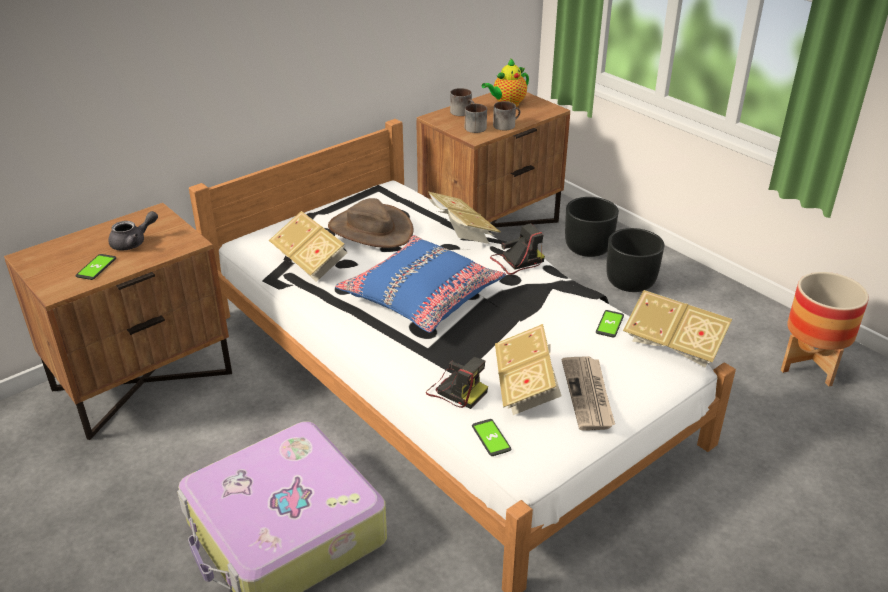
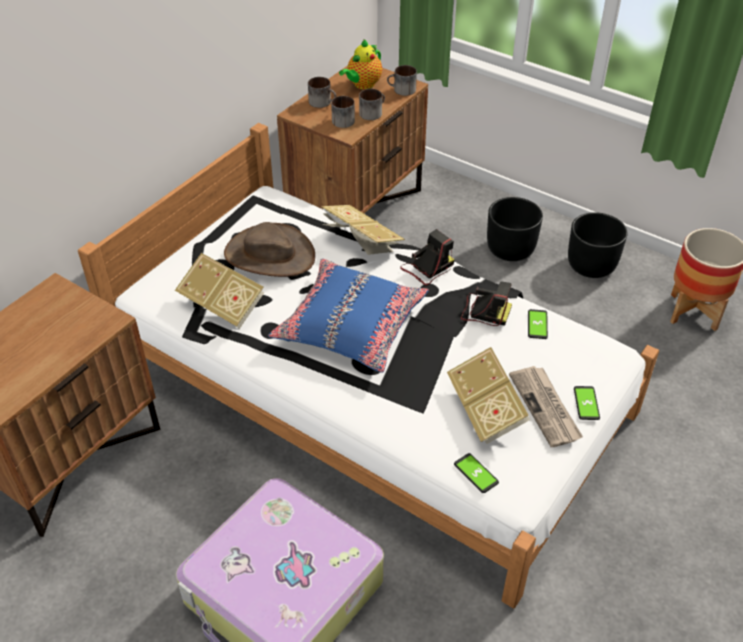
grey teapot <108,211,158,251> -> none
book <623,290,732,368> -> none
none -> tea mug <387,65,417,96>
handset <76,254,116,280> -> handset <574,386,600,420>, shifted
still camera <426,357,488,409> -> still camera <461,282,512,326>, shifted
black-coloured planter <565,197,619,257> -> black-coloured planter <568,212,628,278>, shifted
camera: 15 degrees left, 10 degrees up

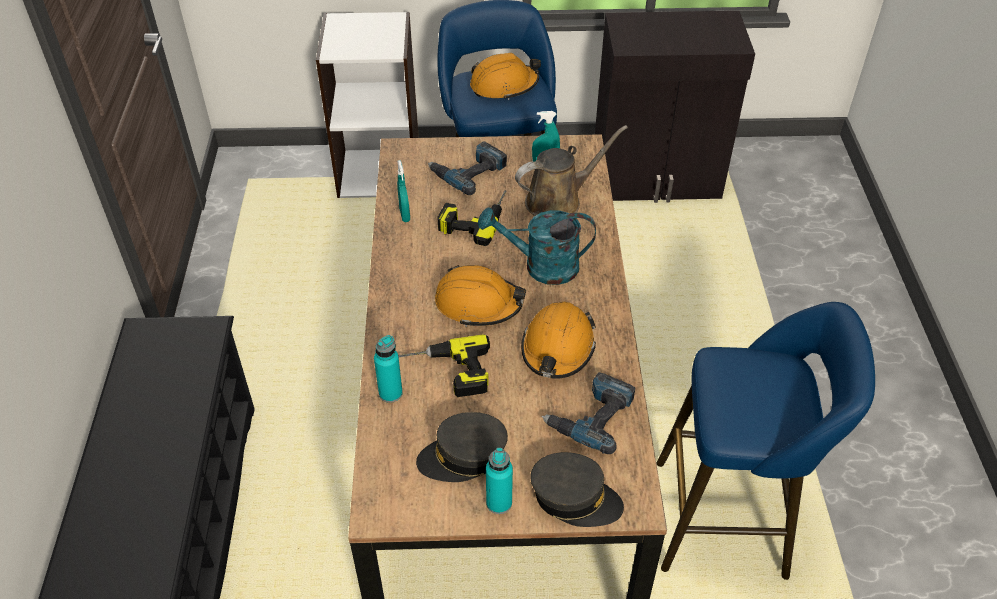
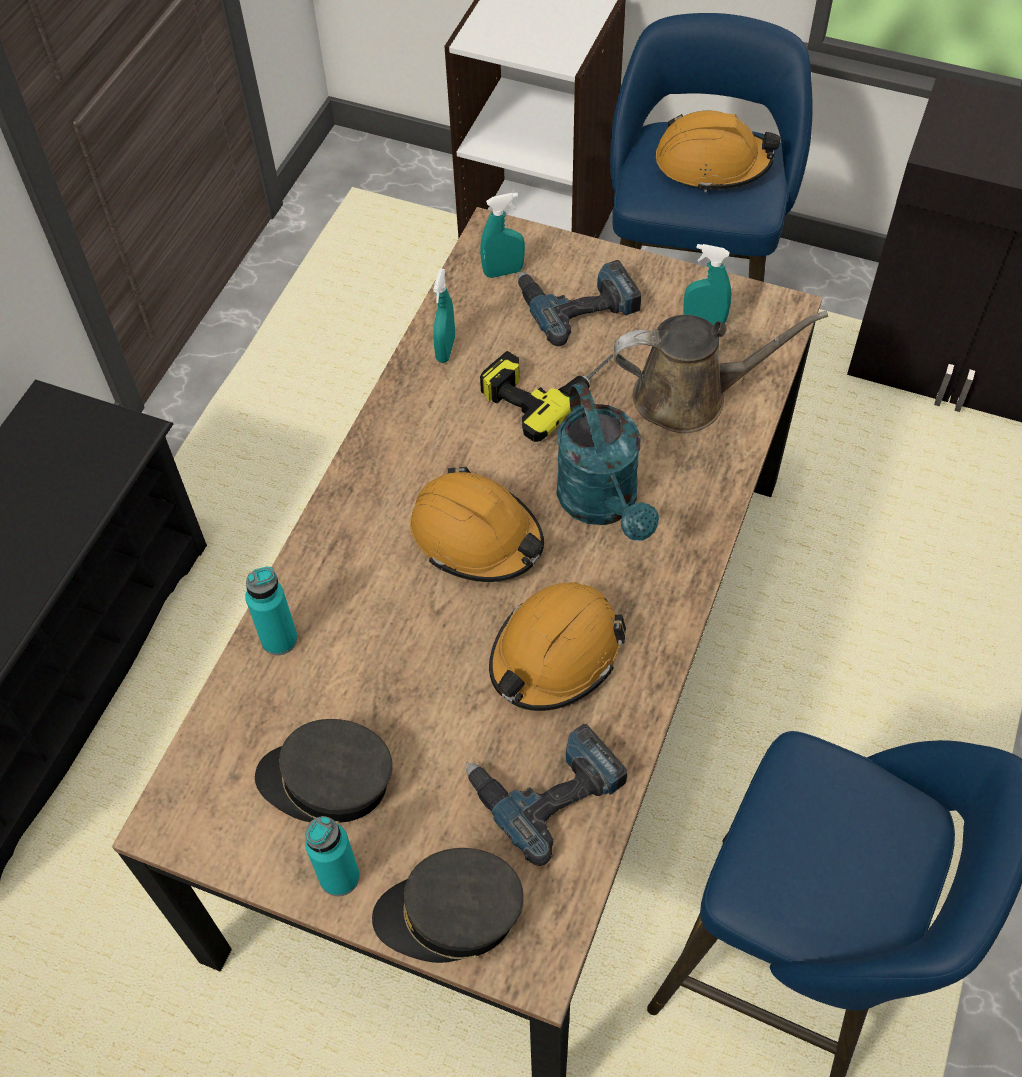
drill <398,334,490,397> -> none
none -> blue-green sprayer <480,193,525,278>
blue-green sprinkling can <478,207,596,285> -> blue-green sprinkling can <556,382,659,541>, 135 degrees counterclockwise
grey peaked cap <531,452,624,527> -> grey peaked cap <372,848,524,963>, 135 degrees clockwise
camera: 25 degrees right, 10 degrees up

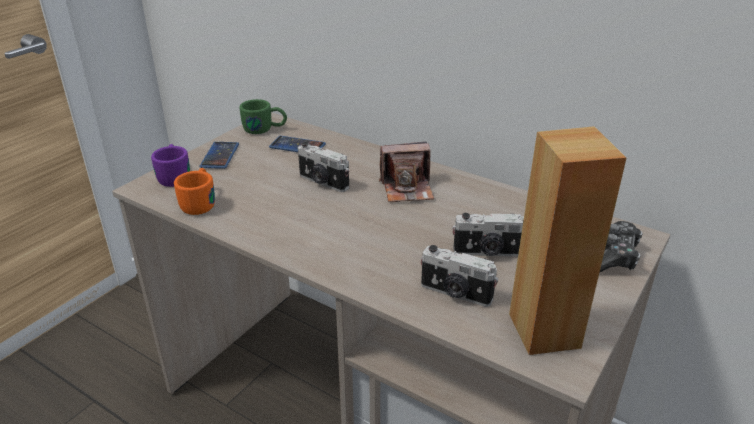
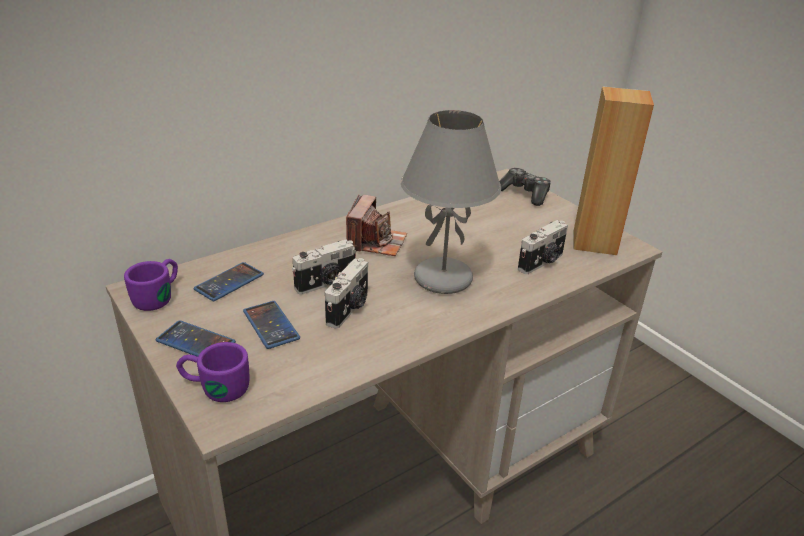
orange-coloured tea mug <174,168,215,215> -> none
none -> handset <243,301,300,349>
none -> grey table lamp <401,110,501,294>
still camera <452,213,524,257> -> still camera <325,258,368,329>, shifted
green-coloured tea mug <239,99,287,134> -> purple-coloured tea mug <124,259,178,311>
camera: 70 degrees left, 0 degrees up

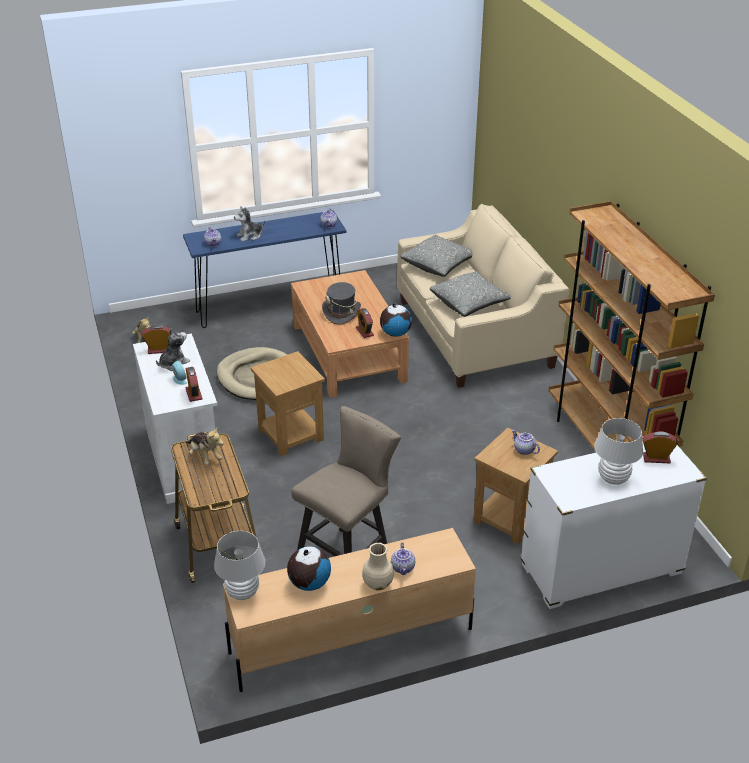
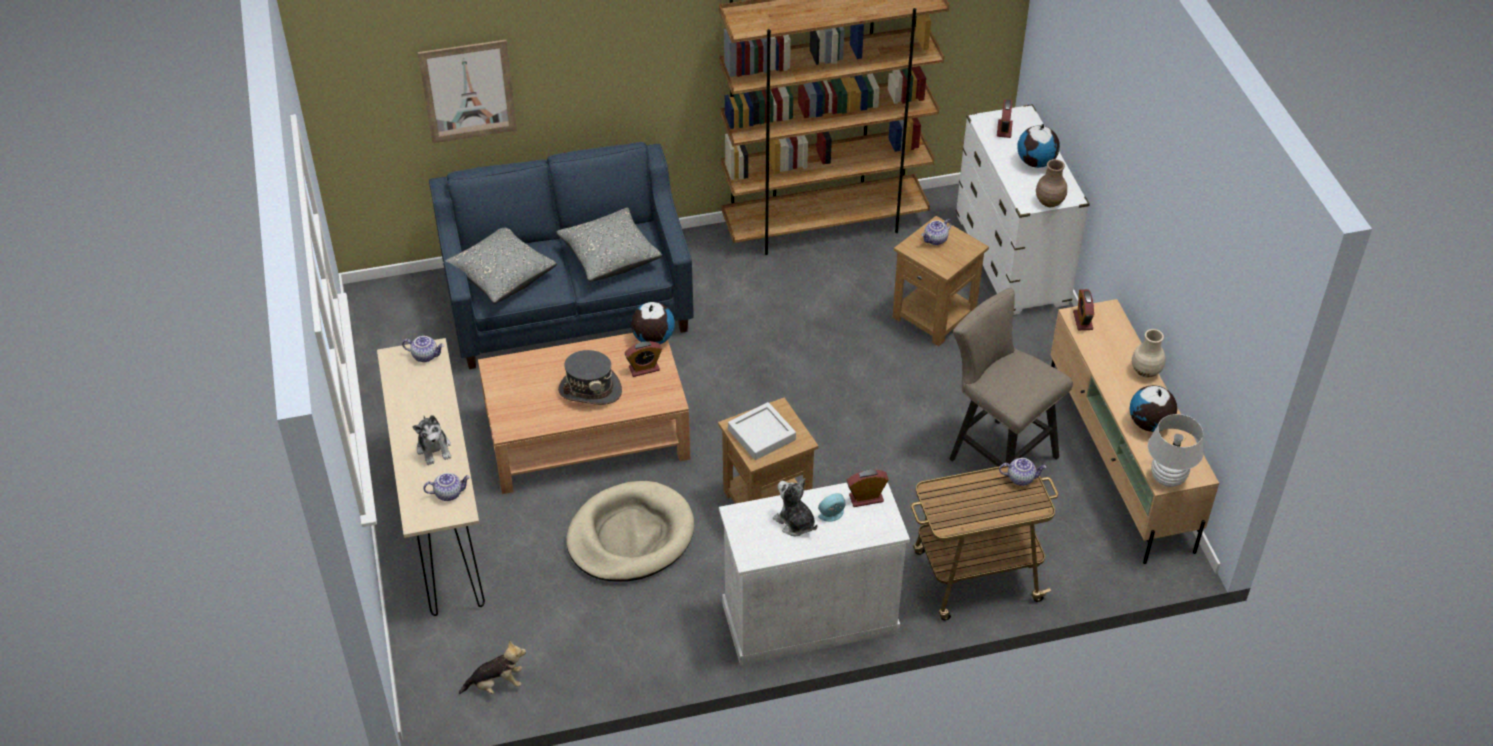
cuddly toy <186,428,224,465> -> none
none -> wall picture <418,40,517,143>
none -> grey carrying tray <728,402,796,460>
none -> brownish decorative vase <1036,159,1067,207>
bedside clock <142,325,170,354> -> bedside clock <1073,289,1094,330>, shifted
teapot <391,542,415,575> -> teapot <999,458,1046,486>, shifted
white table lamp <594,418,643,485> -> globe <1017,124,1060,168>
blue-coloured hall table <183,211,346,328> -> beige-coloured hall table <377,338,485,616>
beige-coloured couch <397,204,570,388> -> blue-coloured couch <429,142,694,369>
camera: 85 degrees left, 10 degrees up

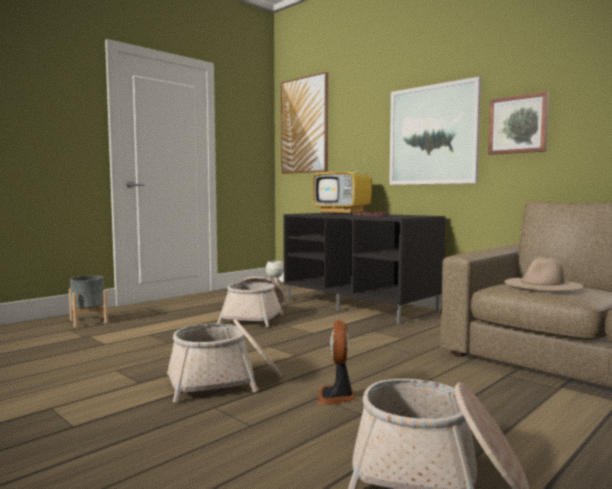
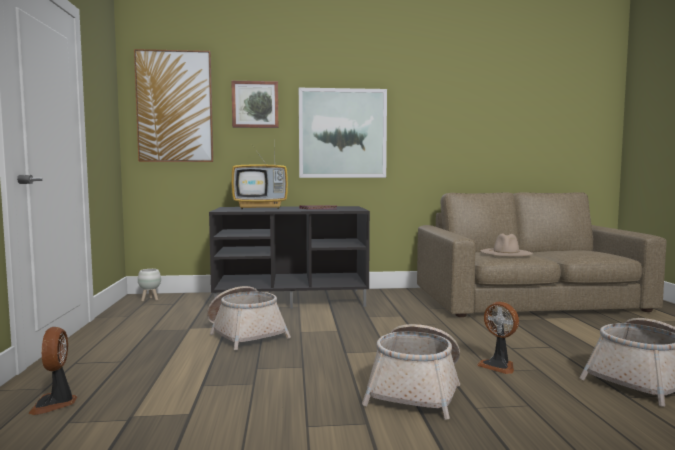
wall picture <488,92,549,155> -> wall picture <231,81,278,128>, shifted
grey planter <69,276,108,327> -> electric fan <28,327,77,415>
camera: 50 degrees left, 0 degrees up

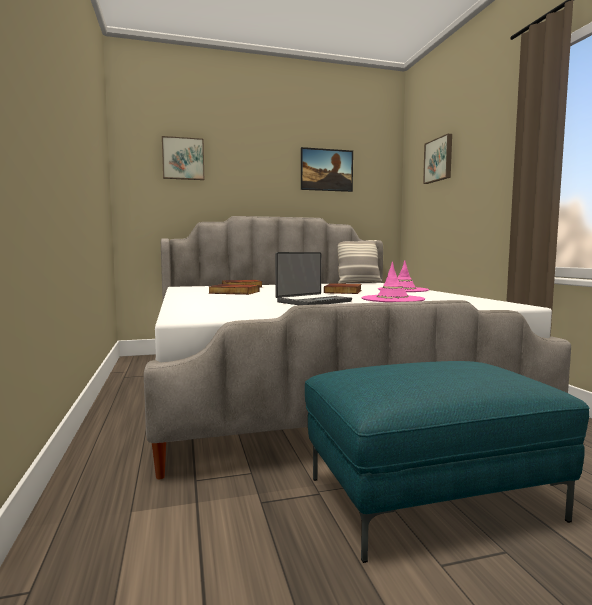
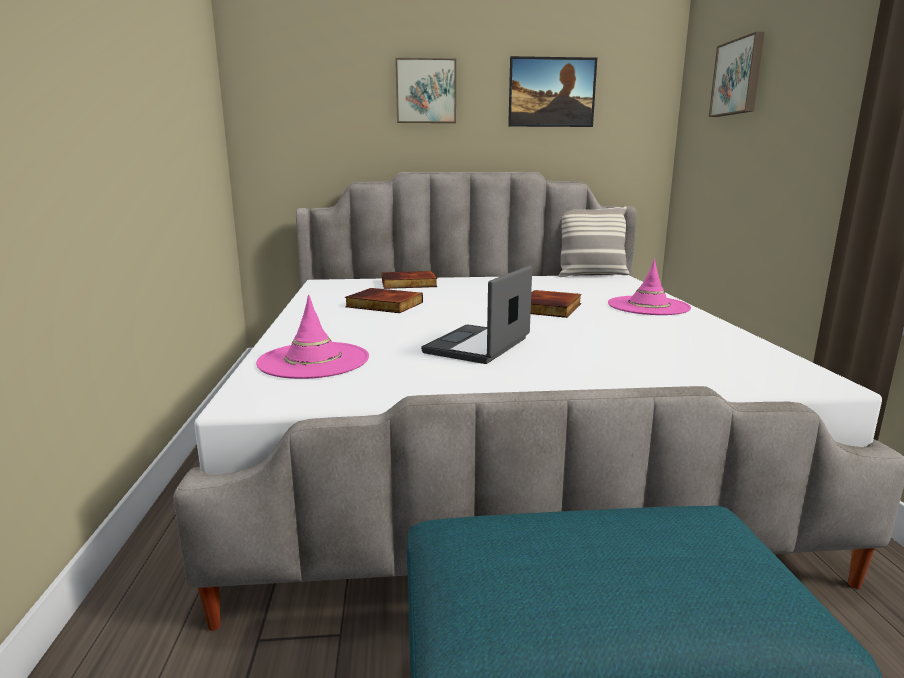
wall picture <162,136,204,180> -> wall picture <395,58,456,123>, shifted
pink-coloured hat <362,262,425,302> -> pink-coloured hat <256,295,369,379>, shifted
notebook computer <275,252,352,305> -> notebook computer <421,266,532,364>, 150 degrees clockwise
camera: 10 degrees right, 10 degrees up

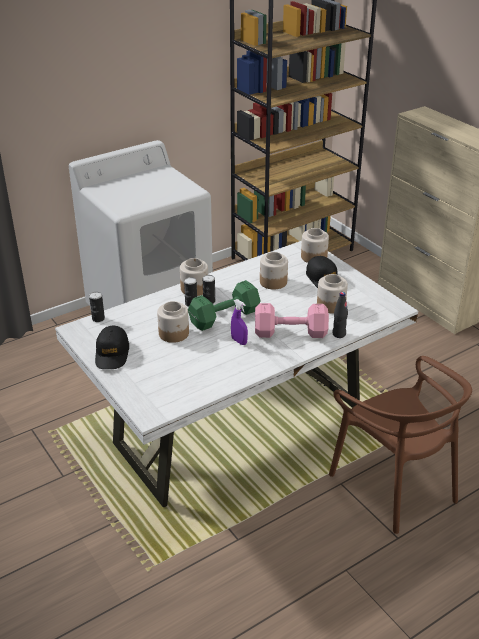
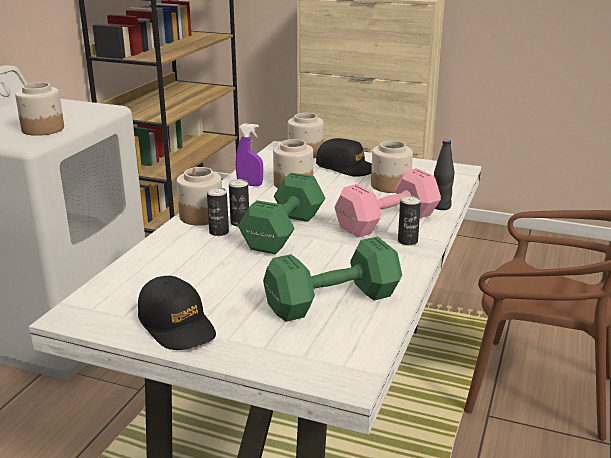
none -> green-coloured hand weight <263,237,402,322>
can <89,292,105,322> -> can <398,195,421,245>, shifted
storage jar <157,301,189,343> -> storage jar <15,82,64,136>, shifted
purple-coloured sprayer <231,299,248,345> -> purple-coloured sprayer <236,123,263,186>, shifted
camera: 35 degrees left, 10 degrees down

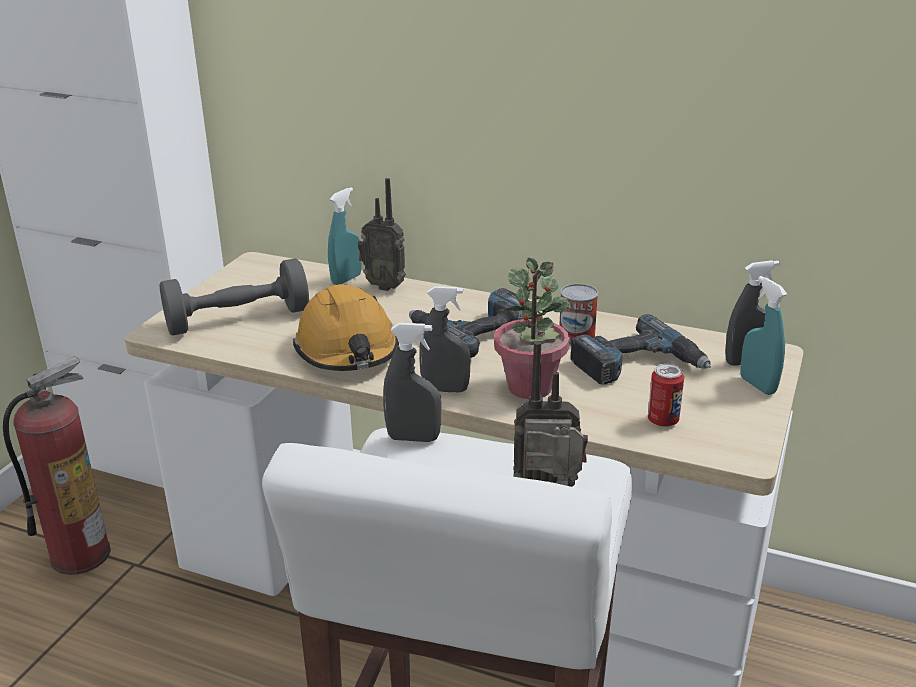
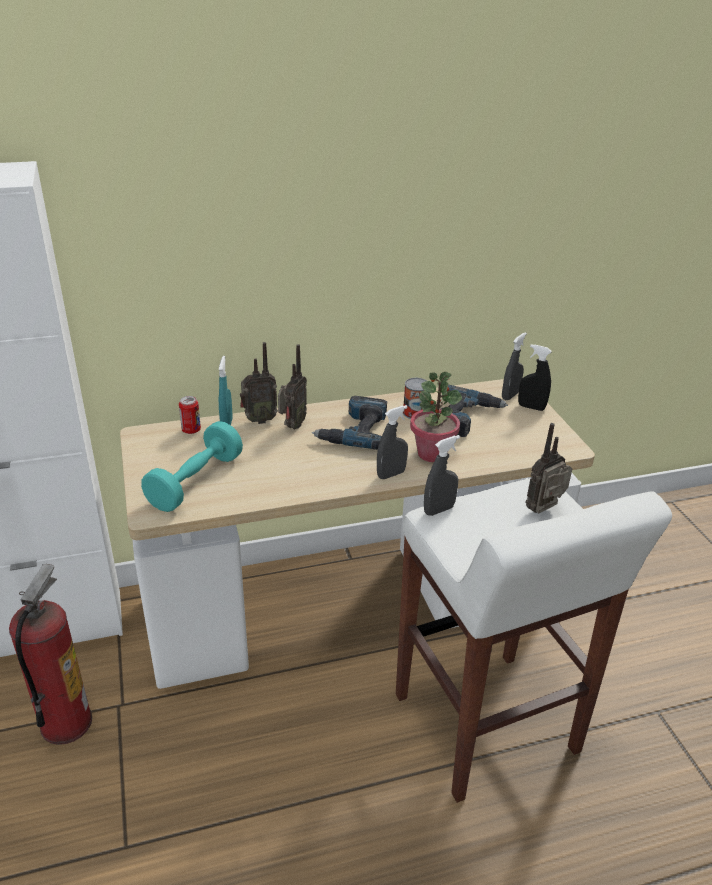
orange-coloured safety helmet <293,284,399,371> -> none
none -> radio receiver <278,344,307,429>
can <648,364,684,427> -> can <179,396,201,434>, shifted
grey hand weight <159,258,309,336> -> blue-green hand weight <141,421,243,512>
blue-green sprayer <741,276,787,395> -> black-coloured sprayer <518,344,552,411>
camera: 40 degrees left, 5 degrees up

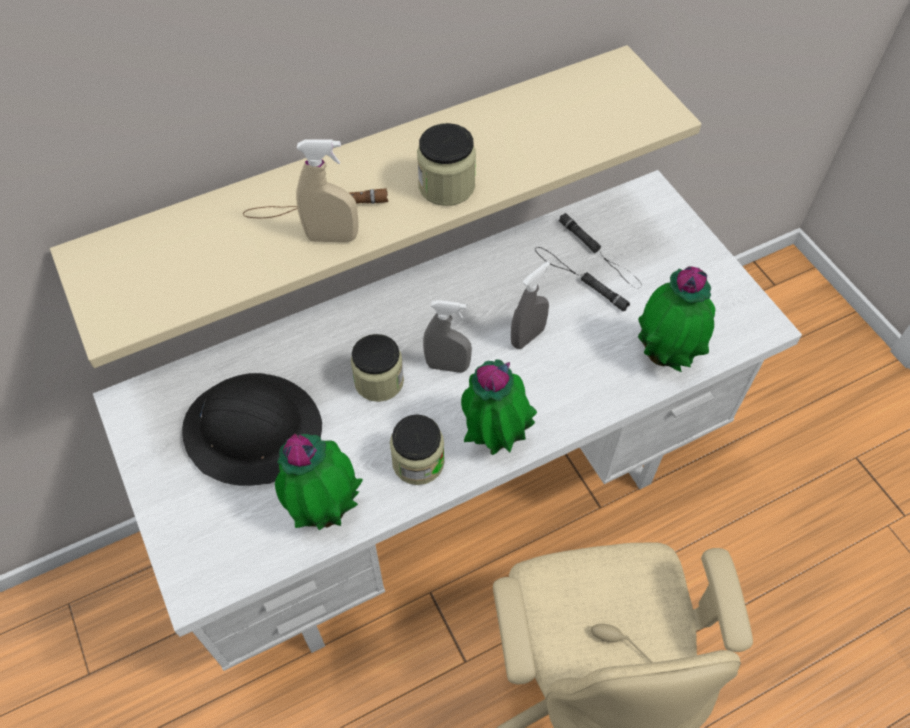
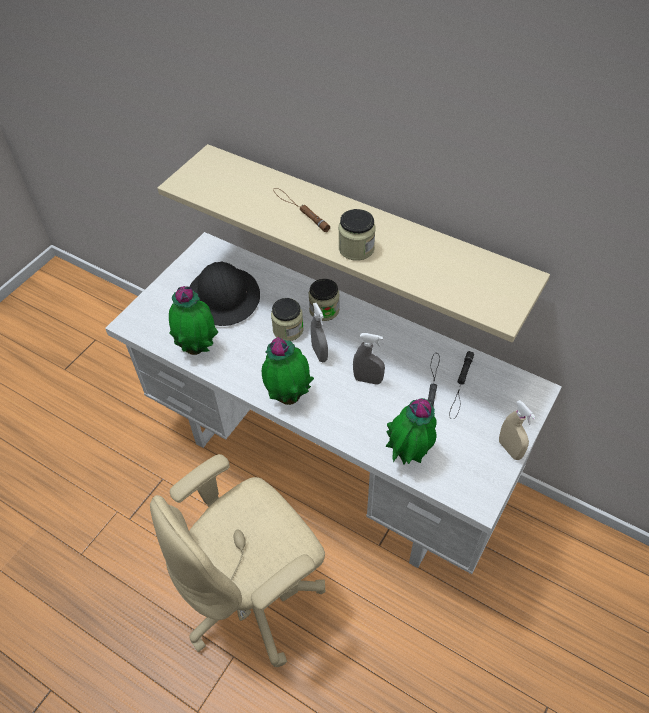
beige-coloured sprayer <296,139,359,242> -> beige-coloured sprayer <499,400,536,460>, shifted
storage jar <390,414,445,485> -> storage jar <309,279,339,321>, shifted
camera: 60 degrees right, 5 degrees down

